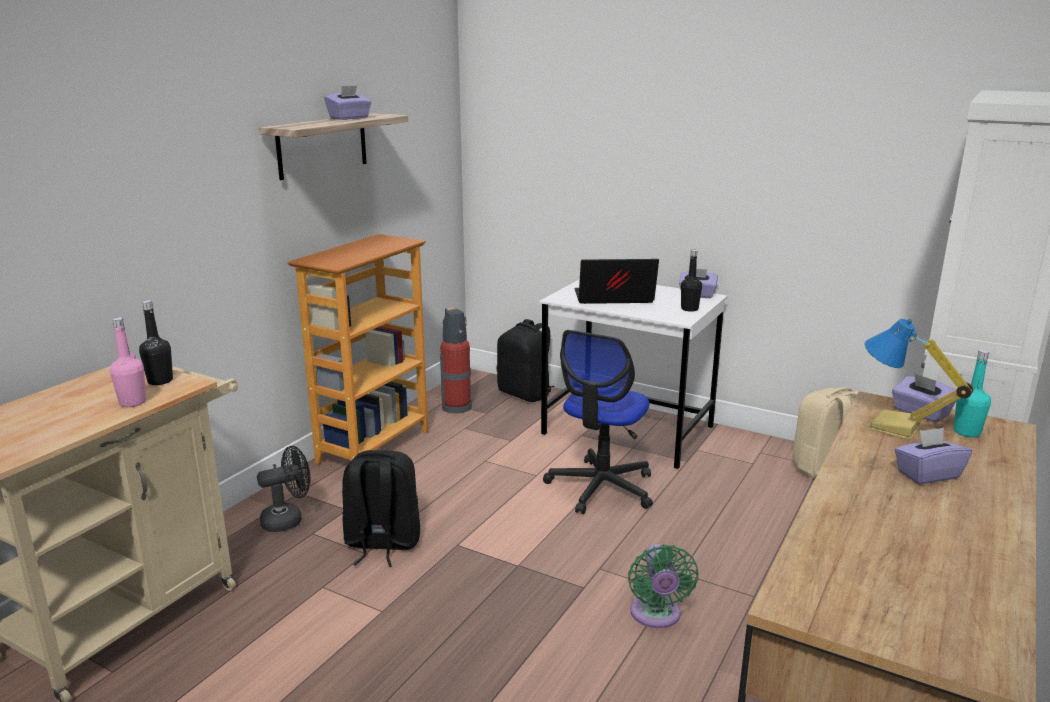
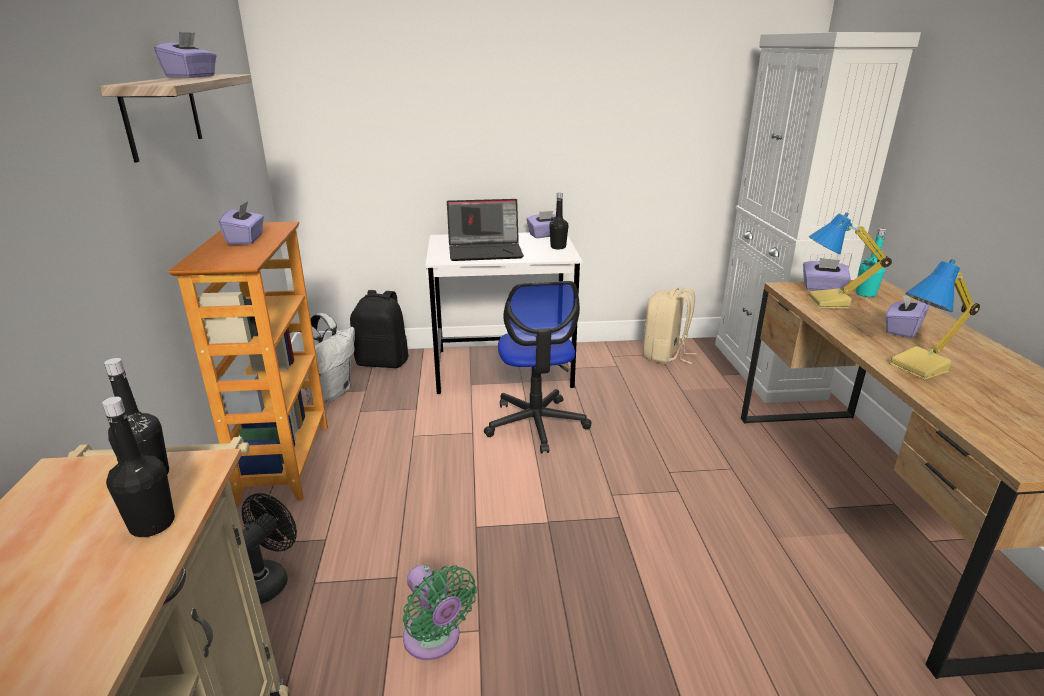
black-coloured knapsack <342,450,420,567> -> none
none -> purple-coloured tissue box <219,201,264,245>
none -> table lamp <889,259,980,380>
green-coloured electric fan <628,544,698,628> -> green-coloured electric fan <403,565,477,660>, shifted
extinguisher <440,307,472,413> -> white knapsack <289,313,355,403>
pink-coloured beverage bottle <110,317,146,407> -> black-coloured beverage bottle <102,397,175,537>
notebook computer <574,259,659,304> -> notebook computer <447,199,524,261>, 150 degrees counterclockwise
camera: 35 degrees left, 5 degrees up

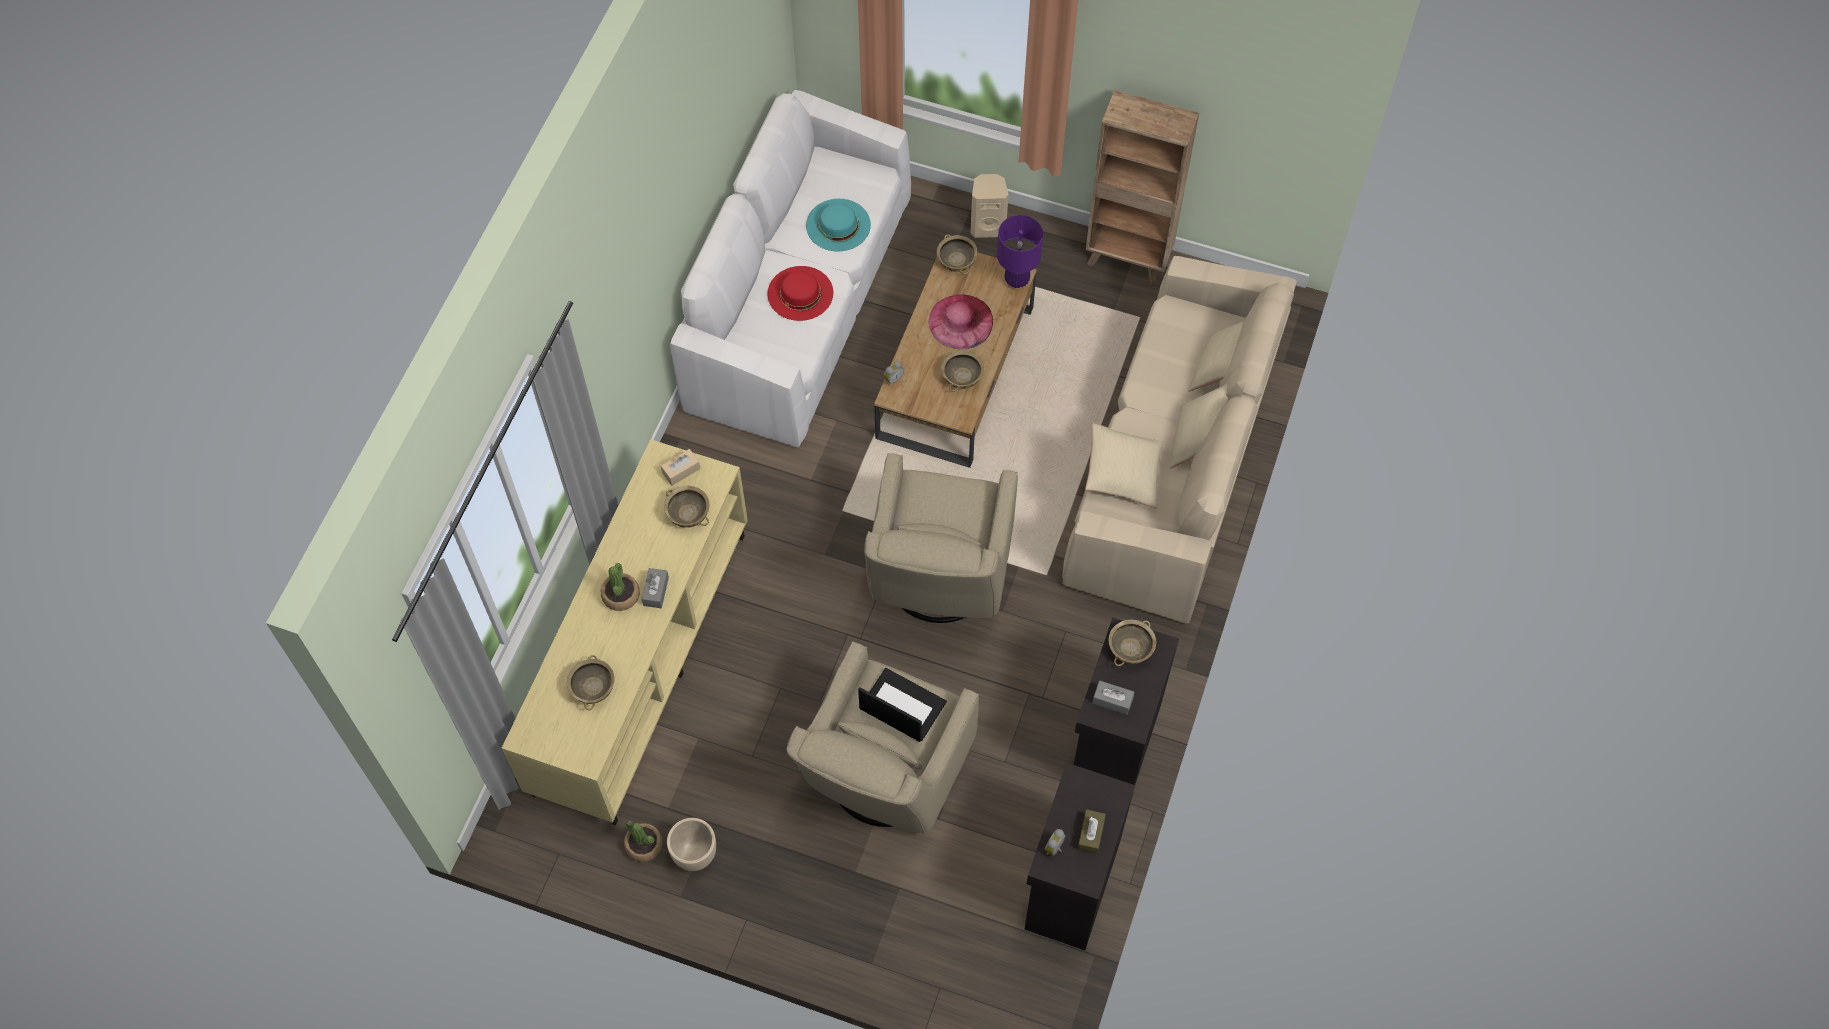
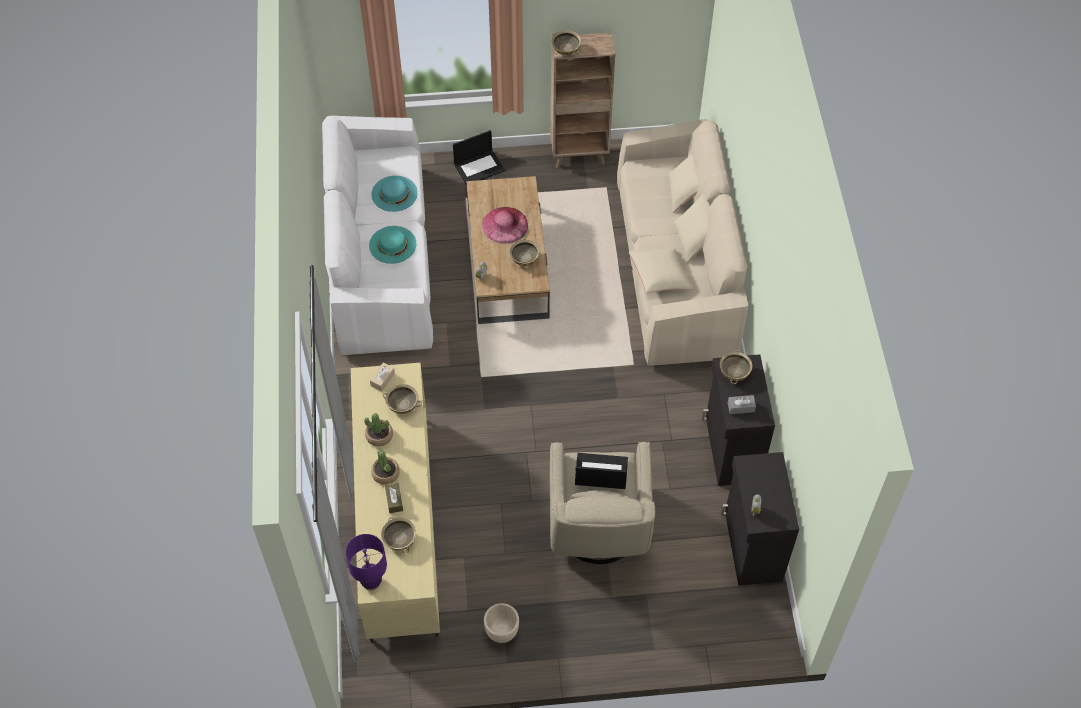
grey tissue box <642,568,669,608> -> none
beige-coloured easy chair <864,453,1018,623> -> none
potted plant <624,821,663,862> -> potted plant <364,413,393,446>, shifted
beige-coloured bowl <937,235,977,275> -> beige-coloured bowl <551,30,581,55>, shifted
purple-coloured table lamp <997,215,1043,291> -> purple-coloured table lamp <345,534,387,591>, shifted
brownish tissue box <1078,809,1106,854> -> brownish tissue box <385,483,403,513>, shifted
beige-coloured speaker <970,174,1008,238> -> notebook computer <453,130,505,185>
reddish hat <767,266,833,321> -> blue-green hat <369,226,416,264>
camera: 25 degrees left, 5 degrees down

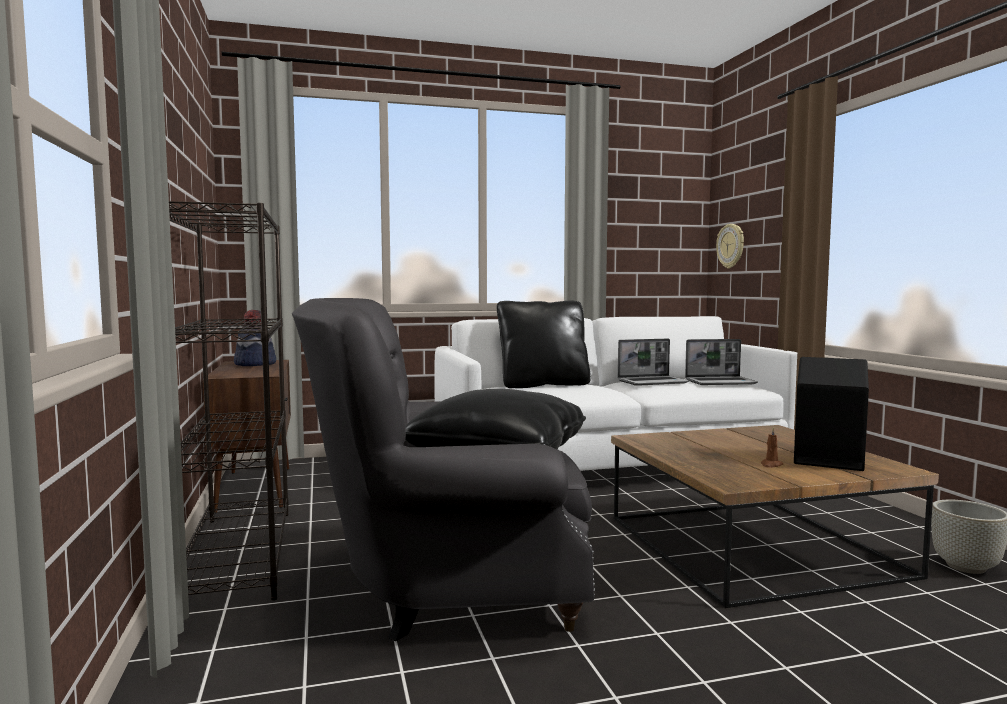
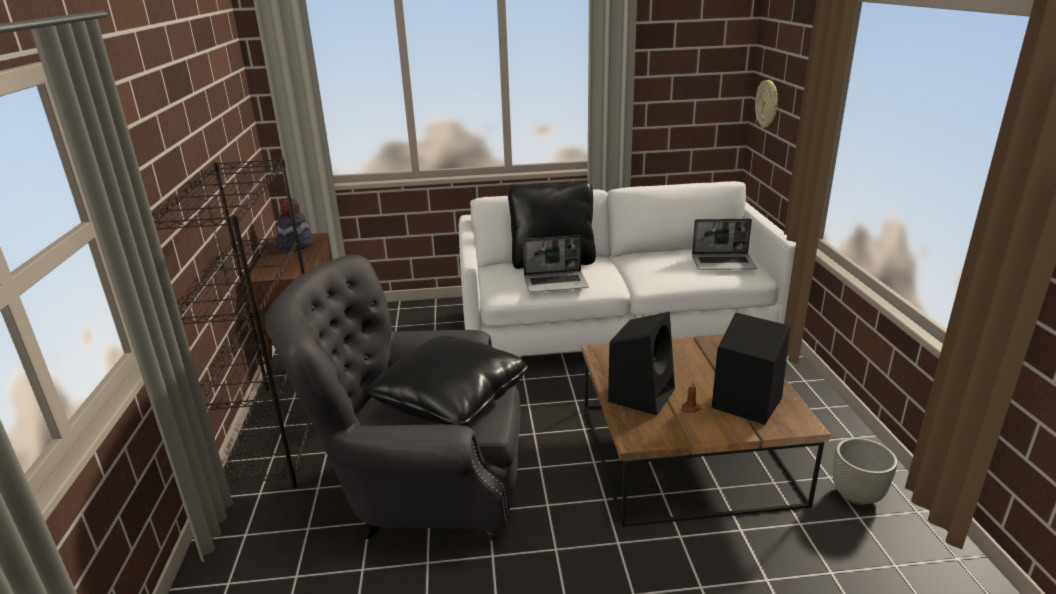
none -> black-coloured speaker <608,312,675,416>
notebook computer <618,339,689,386> -> notebook computer <523,235,589,292>, shifted
camera: 10 degrees right, 20 degrees up

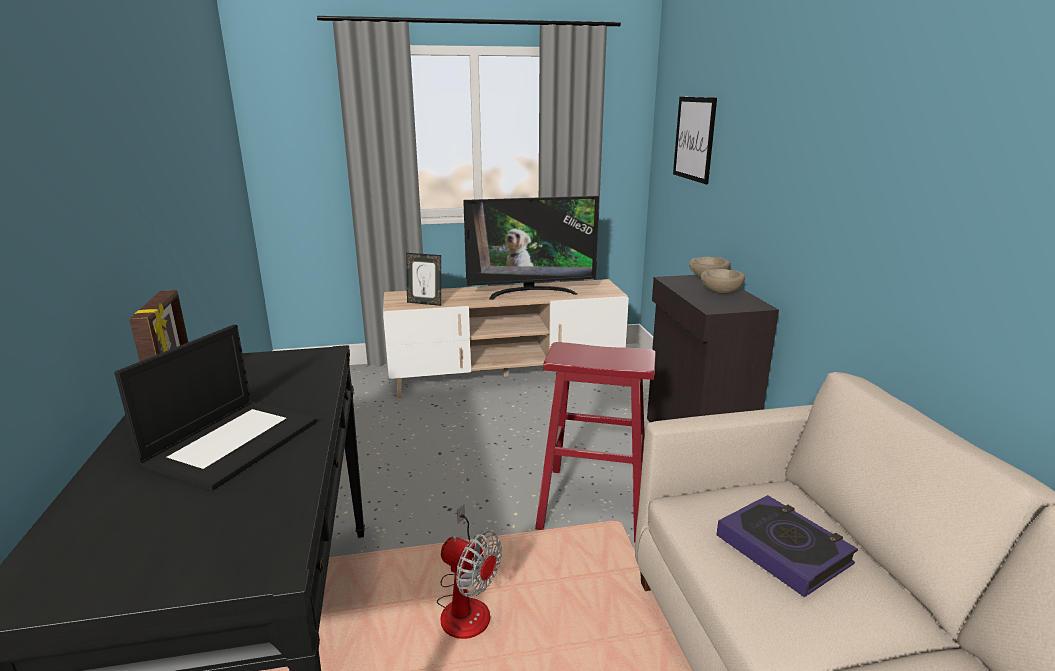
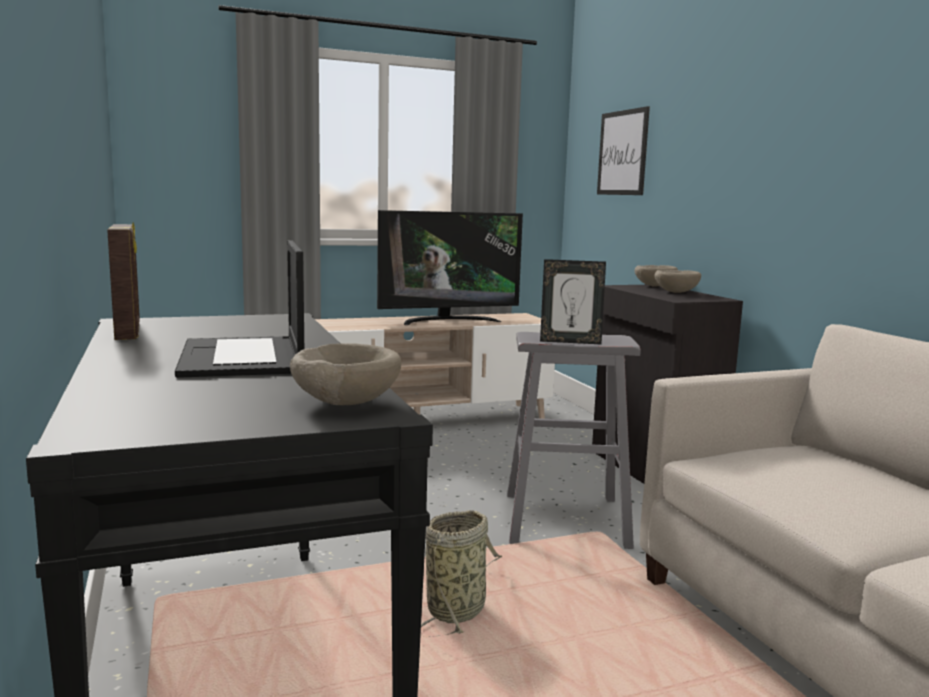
book <716,495,858,597> -> none
none -> beige-coloured bowl <290,343,401,405>
picture frame <406,253,441,306> -> picture frame <540,259,606,344>, shifted
electric fan <437,504,502,639> -> household basket <420,510,502,637>
reddish sitting stool <535,342,656,543> -> grey sitting stool <507,332,641,549>
notebook computer <114,325,317,490> -> notebook computer <175,240,304,378>, 150 degrees clockwise
camera: 10 degrees left, 10 degrees down

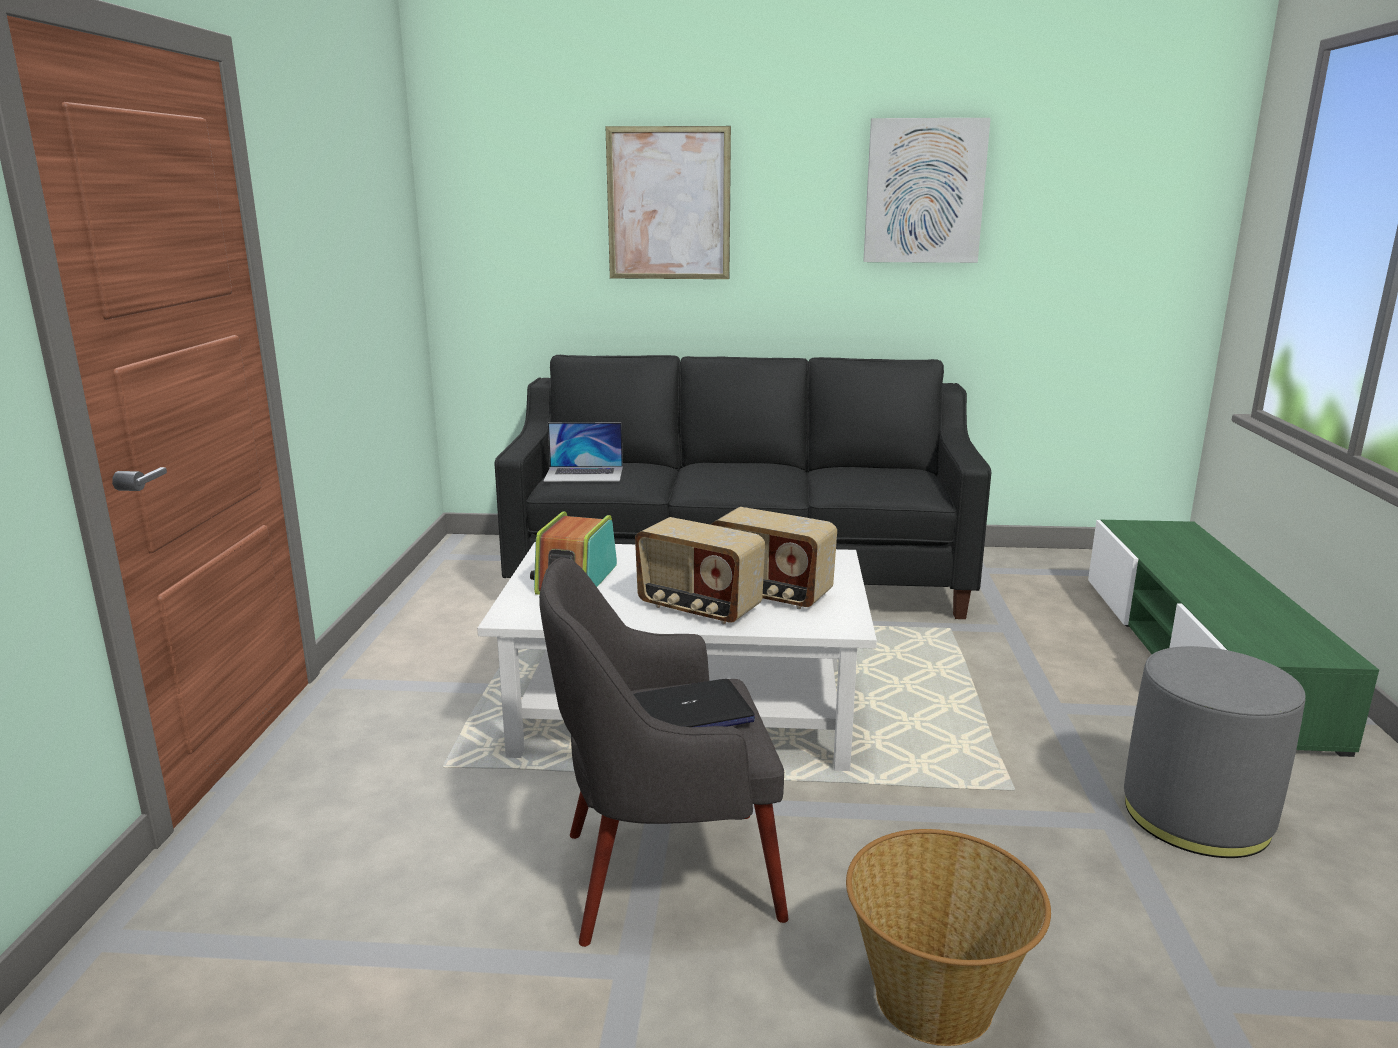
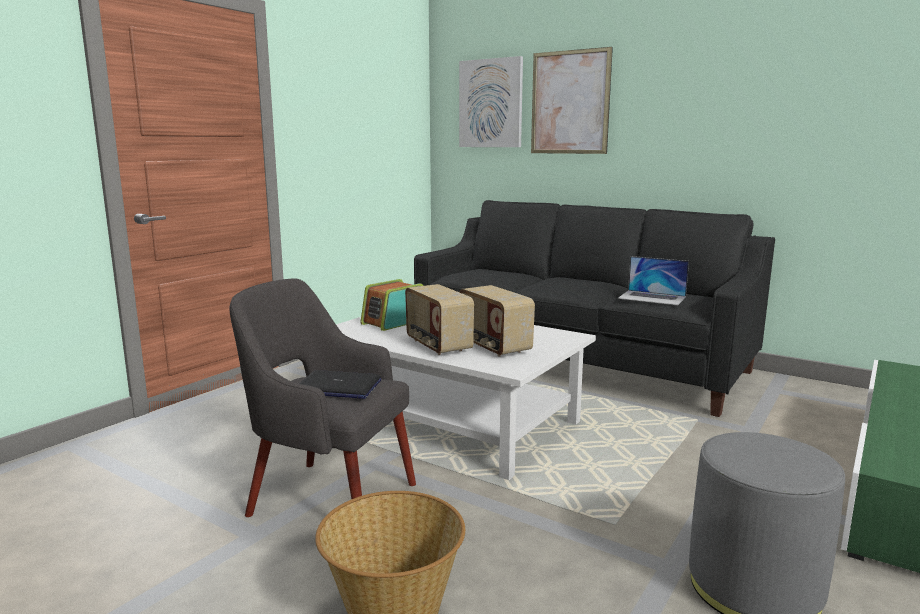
notebook computer <544,422,623,482> -> notebook computer <618,256,689,305>, shifted
wall picture <863,118,991,263> -> wall picture <459,56,523,147>, shifted
camera: 30 degrees right, 5 degrees down

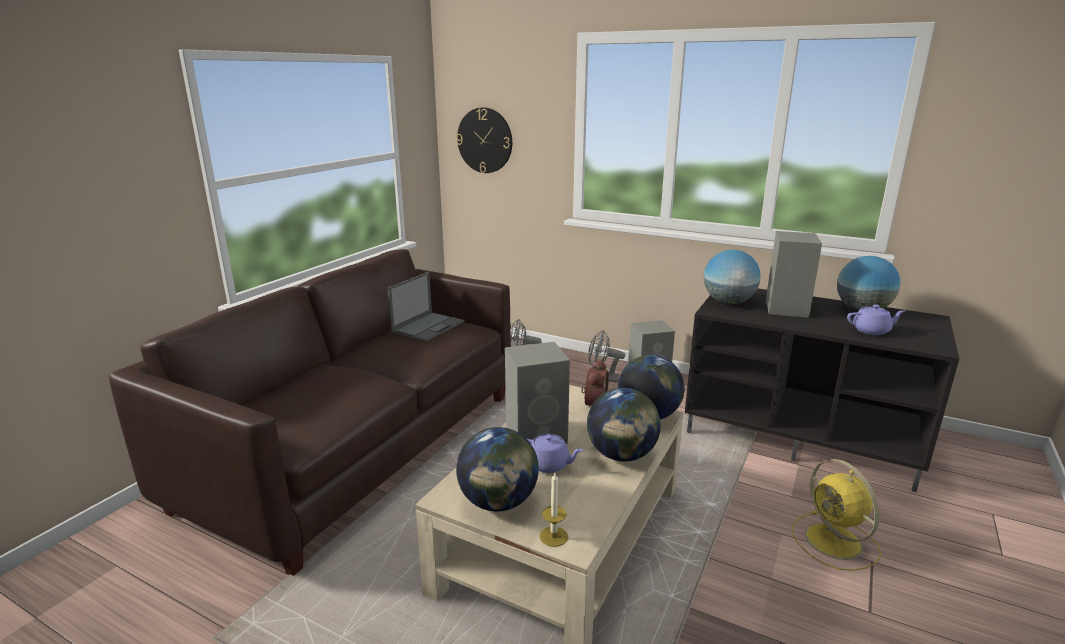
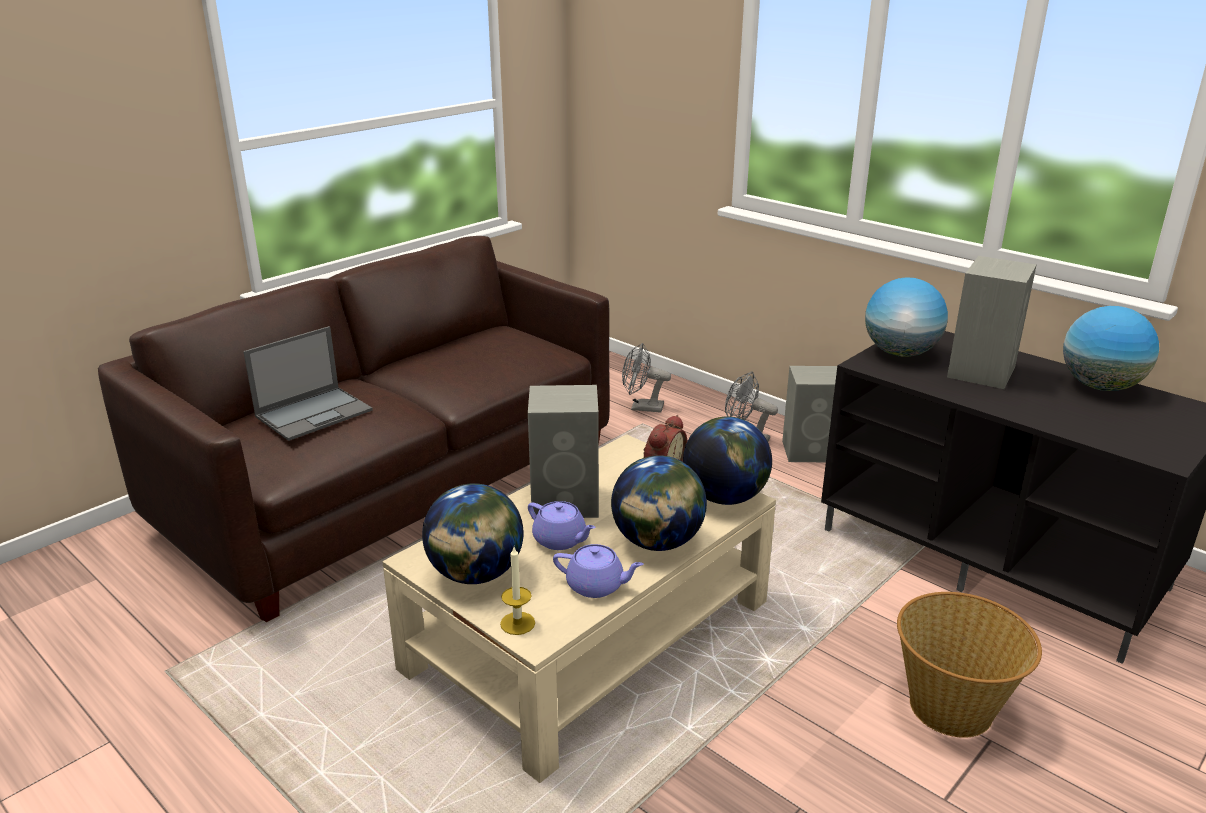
clock on the wall <456,107,512,173> -> none
notebook computer <388,272,464,342> -> notebook computer <243,326,373,441>, shifted
purple-coloured teapot <847,305,905,335> -> purple-coloured teapot <553,544,644,598>, shifted
yellow-coloured electric fan <792,459,881,571> -> household basket <897,592,1042,738>
camera: 15 degrees right, 5 degrees up

